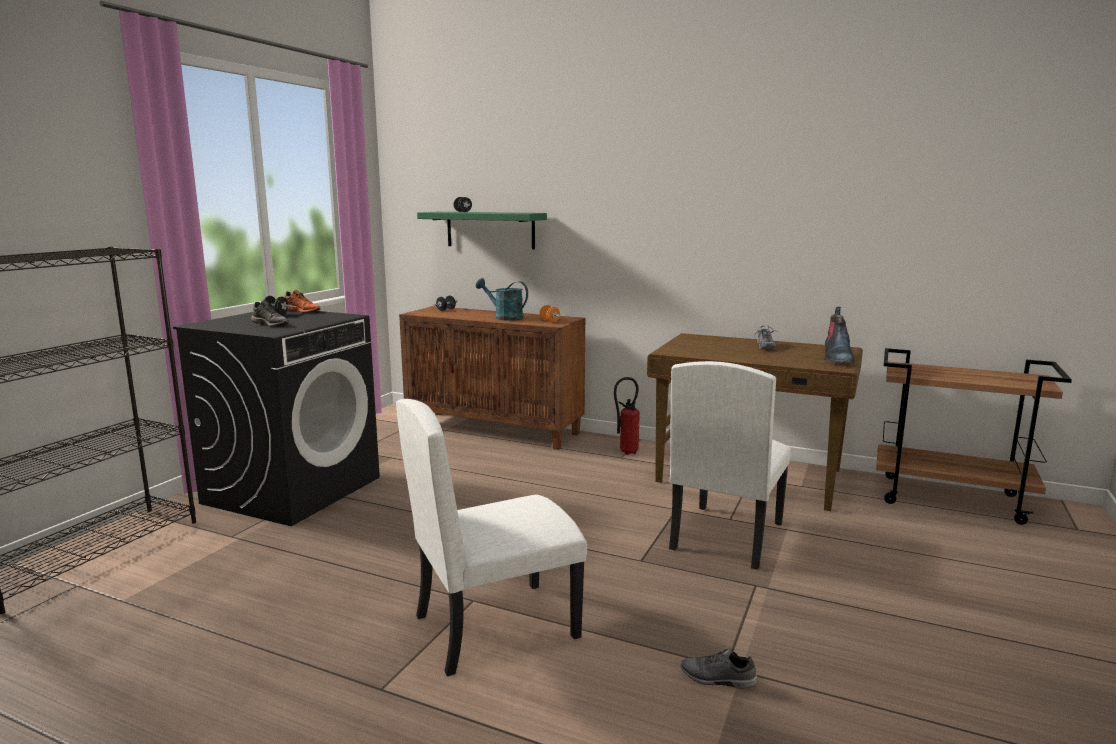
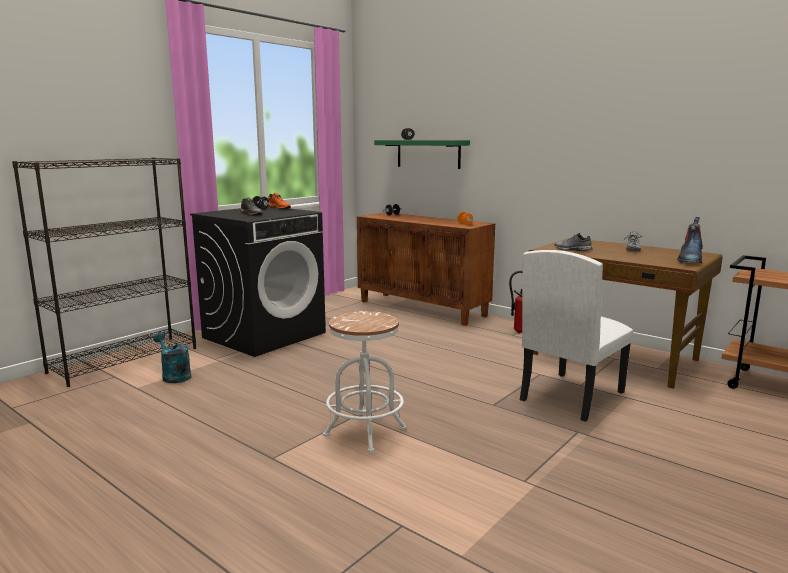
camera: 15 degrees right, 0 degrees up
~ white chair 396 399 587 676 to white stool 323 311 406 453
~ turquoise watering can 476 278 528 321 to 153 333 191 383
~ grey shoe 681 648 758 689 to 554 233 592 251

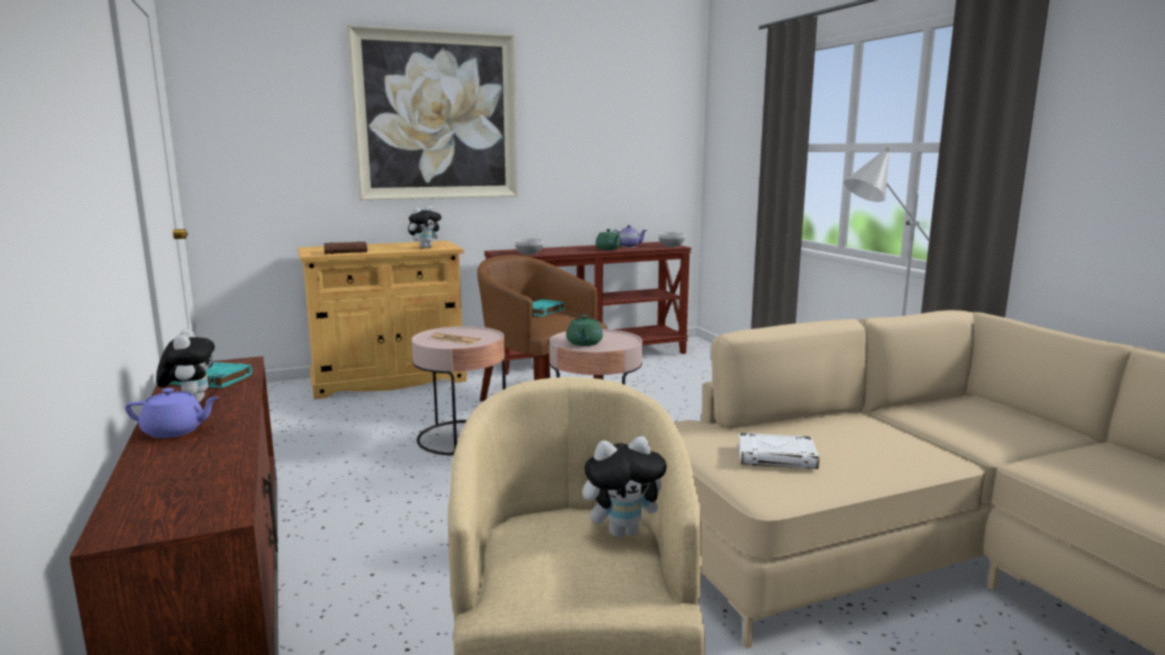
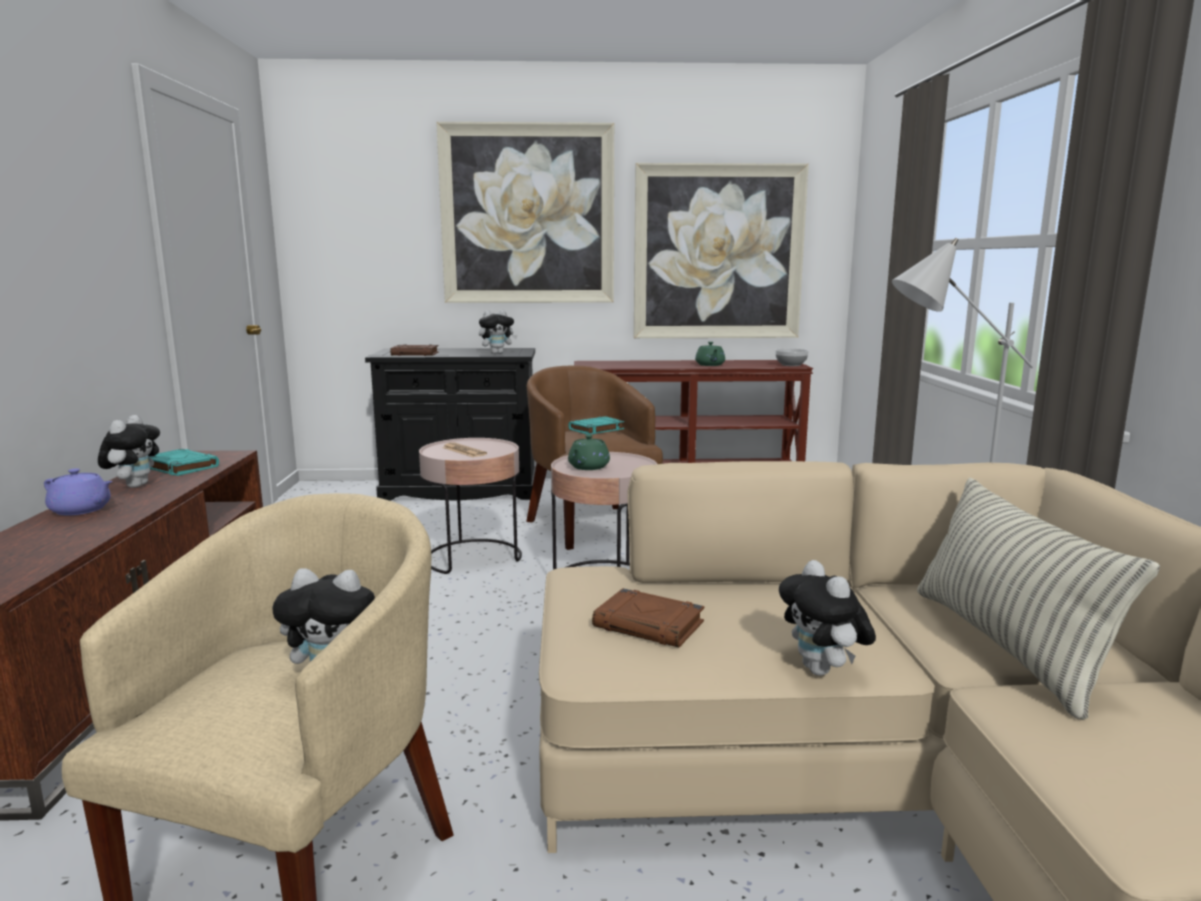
camera: 20 degrees right, 0 degrees up
~ beige cabinet 298 241 467 399 to black cabinet 365 348 536 501
- bowl 515 238 544 255
- teapot 612 225 647 247
~ white book 738 433 819 469 to brown book 592 588 704 647
+ picture 634 163 809 338
+ plush toy 779 560 876 676
+ pillow 917 477 1160 720

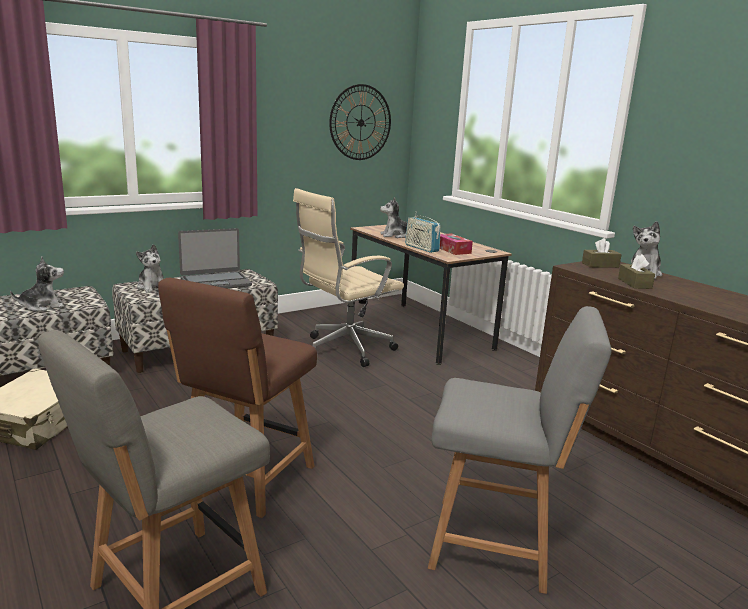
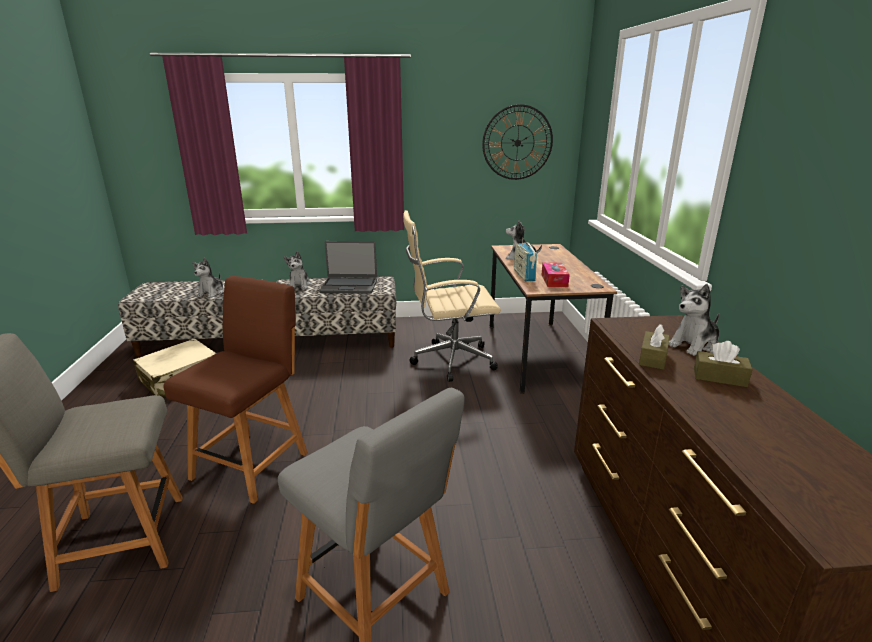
camera: 30 degrees right, 5 degrees up
~ plush toy 10 257 64 311 = 192 258 224 298 105 degrees clockwise
~ brown chair 158 278 317 518 = 163 276 308 504 150 degrees clockwise
~ brown tissue box 582 238 622 268 to 694 341 753 387

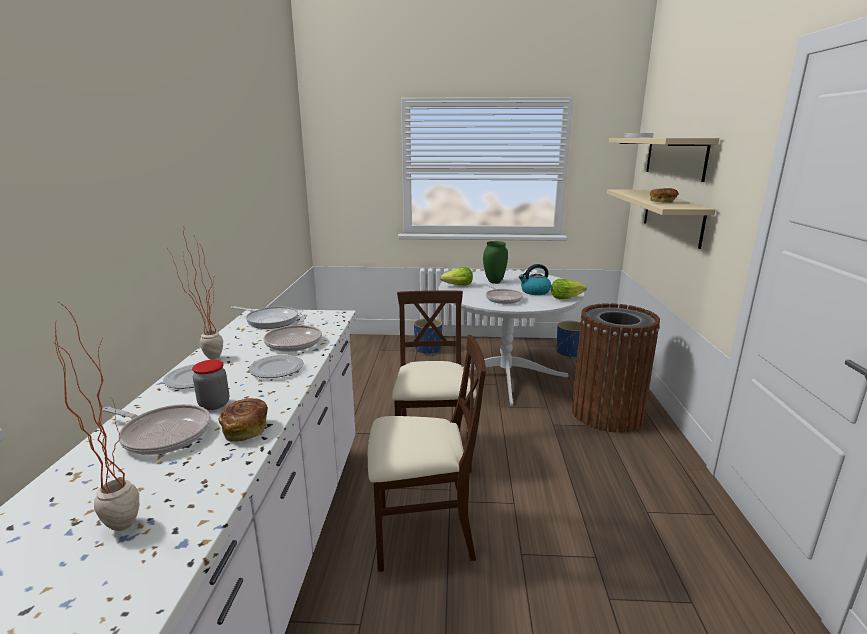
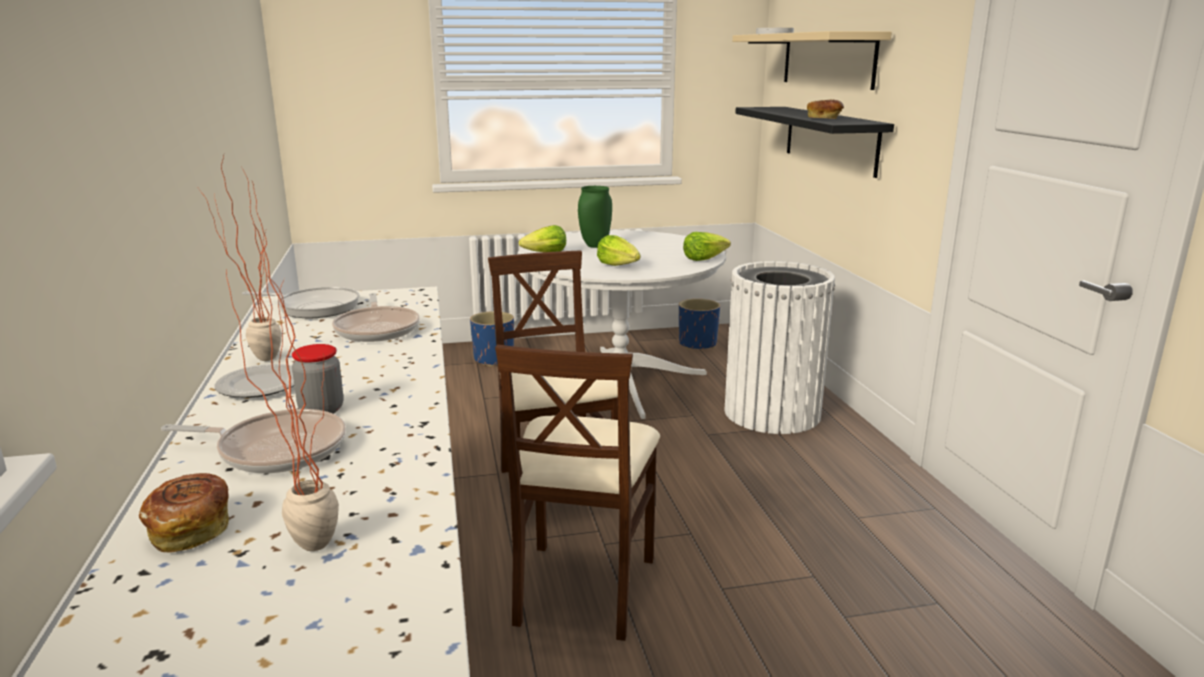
camera: 15 degrees left, 0 degrees up
~ bread 218 398 268 442 to 139 473 229 553
- plate 249 355 304 378
~ beige chair 368 335 486 572 = 495 344 660 641 120 degrees clockwise
~ frying pan 484 284 523 304 to lettuce 597 235 641 266
- kettle 519 264 551 295
~ brown trash can 572 303 660 433 to white trash can 724 261 835 434
~ beige shelf 607 189 716 249 to black shelf 735 107 894 178

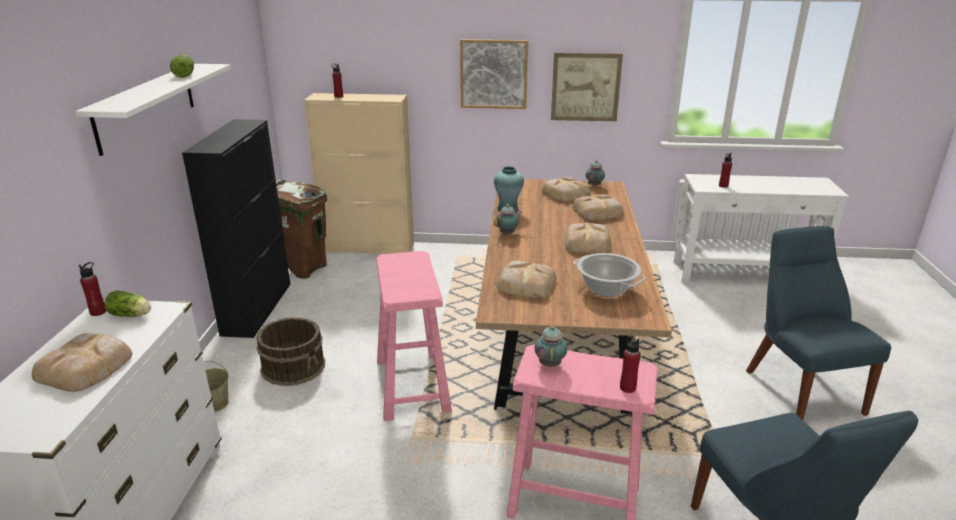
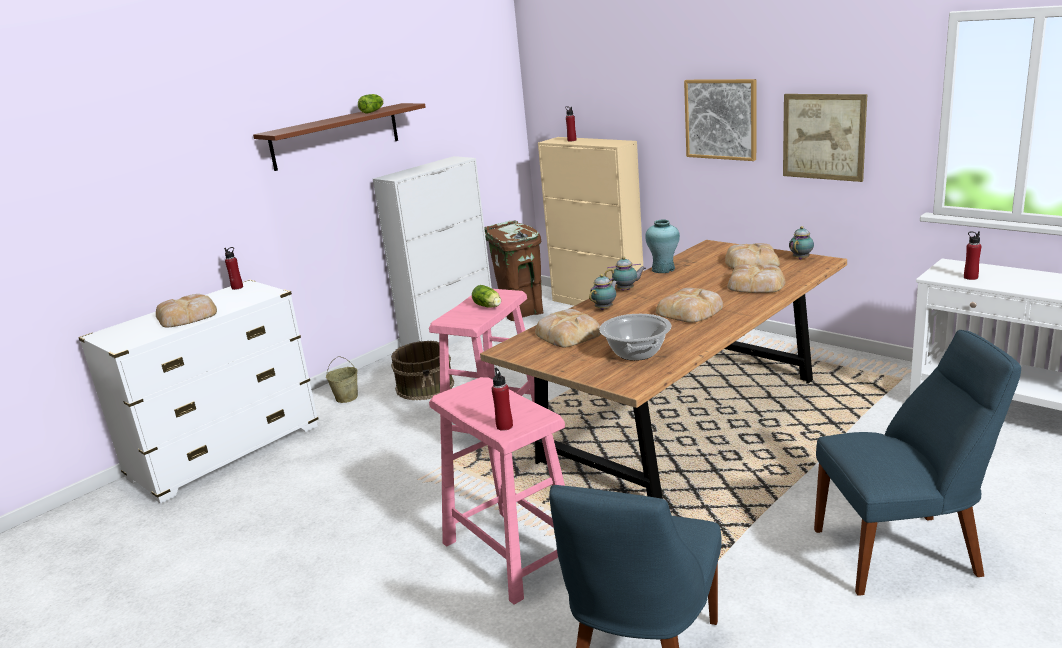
camera: 40 degrees right, 5 degrees down
~ white shelf 75 64 231 156 to brown shelf 253 103 426 171
~ lettuce 104 290 151 317 to 472 285 501 308
~ black cabinet 182 119 290 338 to white cabinet 373 156 492 347
~ teapot 535 325 567 367 to 589 274 617 310
~ blue chair 746 226 891 420 = 814 330 1021 596 60 degrees clockwise

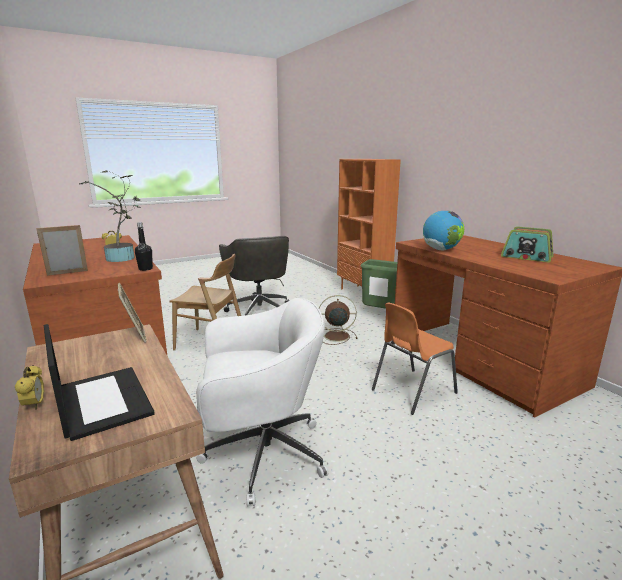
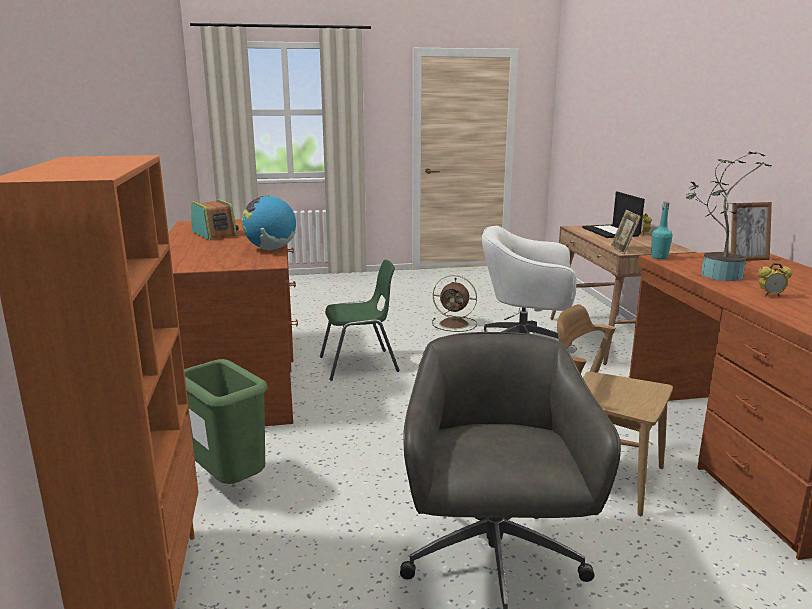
camera: 160 degrees left, 0 degrees up
~ black bottle 135 222 153 271 to turquoise bottle 651 202 673 259
~ brown fan 319 295 358 345 to 432 275 477 332
~ orange chair 372 302 458 415 to green chair 320 260 400 381

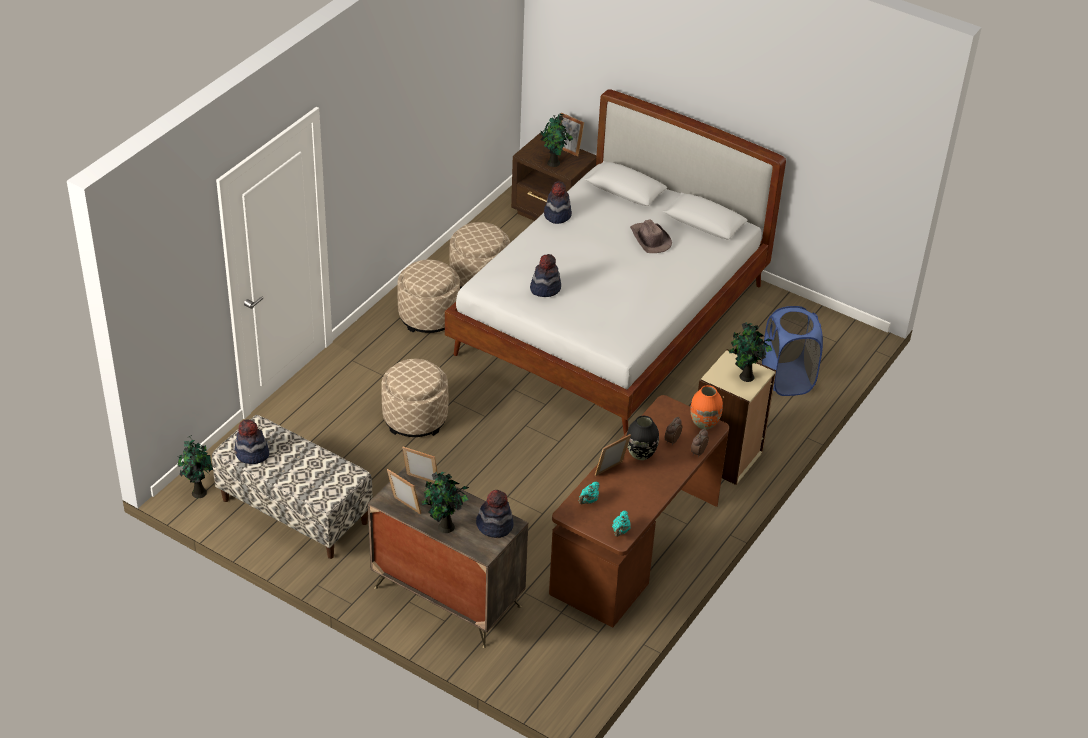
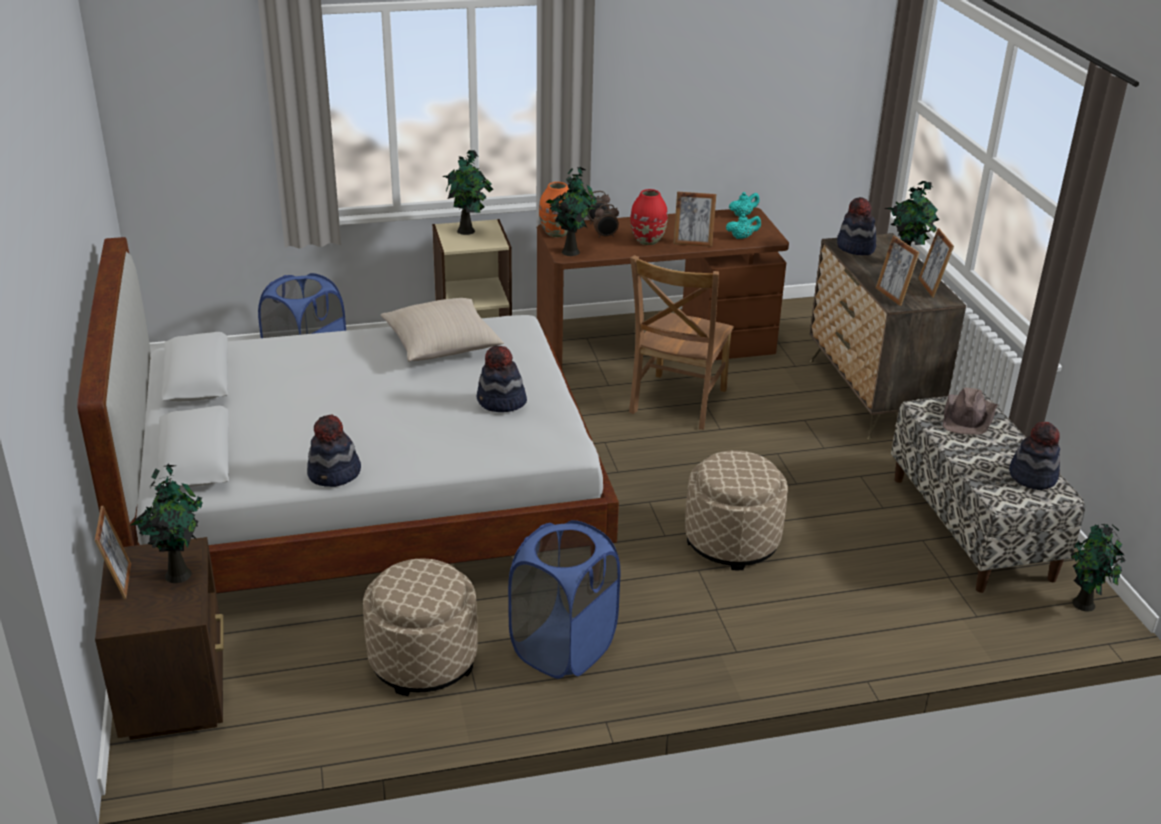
camera: 135 degrees left, 10 degrees down
~ beige ottoman 398 259 460 333 to blue laundry basket 508 520 620 679
~ black vase 627 416 659 460 to red vase 630 189 668 245
~ brown hat 630 219 672 253 to 943 388 998 435
+ beige pillow 381 298 504 361
+ potted plant 546 167 597 256
+ brown chair 629 255 734 430

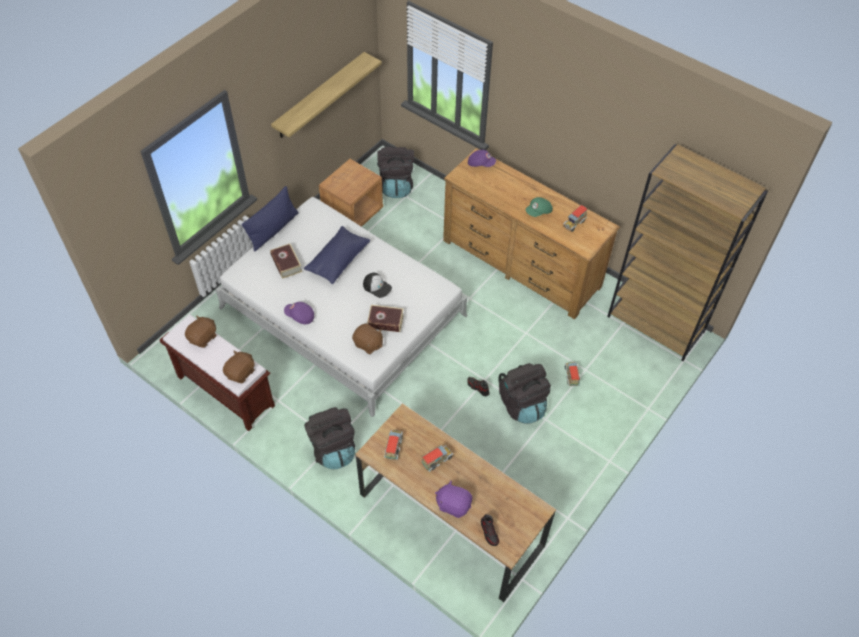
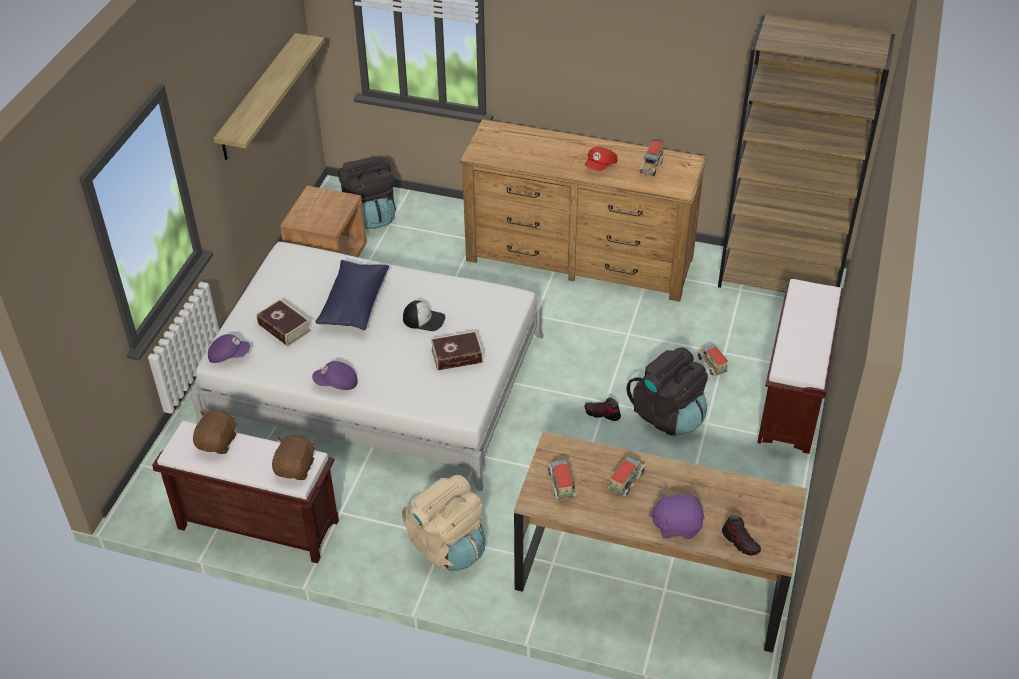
camera: 20 degrees left, 10 degrees down
- blue pillow 241 186 299 251
~ black backpack 304 407 355 469 to beige backpack 402 475 485 571
- brown plush toy 352 324 383 354
~ purple cap 468 150 496 167 to 208 334 250 363
~ green cap 526 197 553 217 to red cap 585 147 618 171
+ brown bench 757 279 844 454

